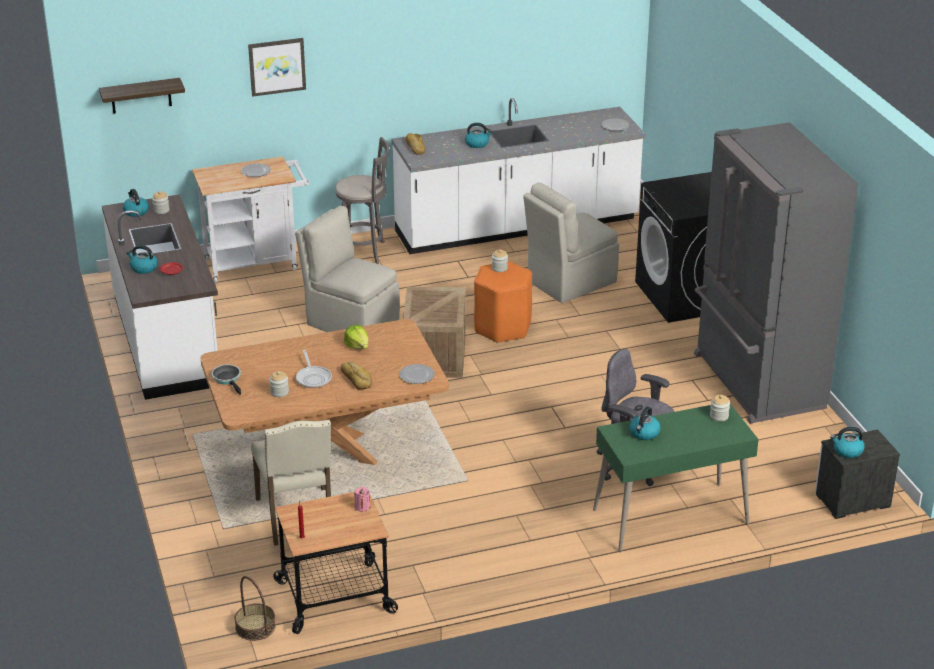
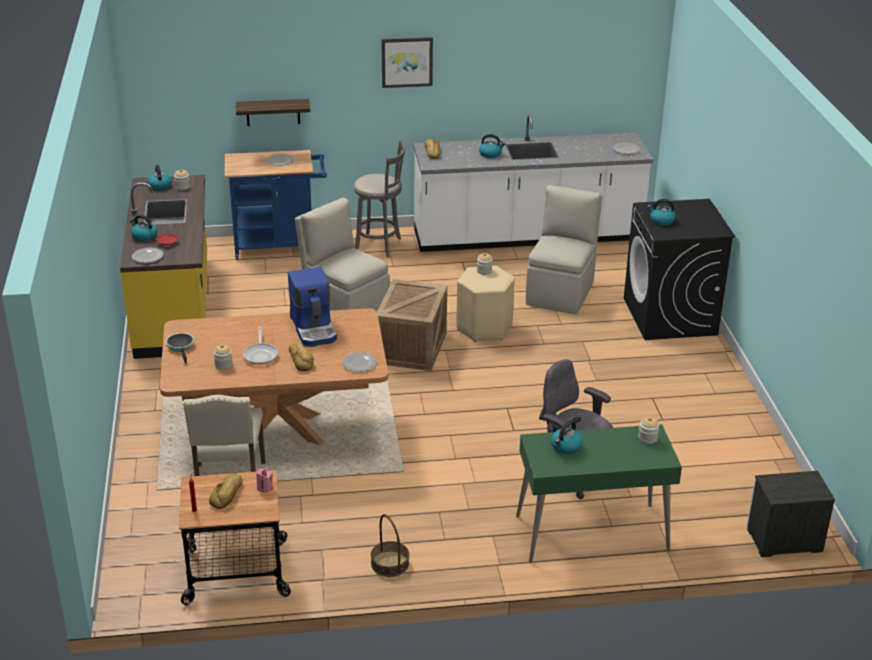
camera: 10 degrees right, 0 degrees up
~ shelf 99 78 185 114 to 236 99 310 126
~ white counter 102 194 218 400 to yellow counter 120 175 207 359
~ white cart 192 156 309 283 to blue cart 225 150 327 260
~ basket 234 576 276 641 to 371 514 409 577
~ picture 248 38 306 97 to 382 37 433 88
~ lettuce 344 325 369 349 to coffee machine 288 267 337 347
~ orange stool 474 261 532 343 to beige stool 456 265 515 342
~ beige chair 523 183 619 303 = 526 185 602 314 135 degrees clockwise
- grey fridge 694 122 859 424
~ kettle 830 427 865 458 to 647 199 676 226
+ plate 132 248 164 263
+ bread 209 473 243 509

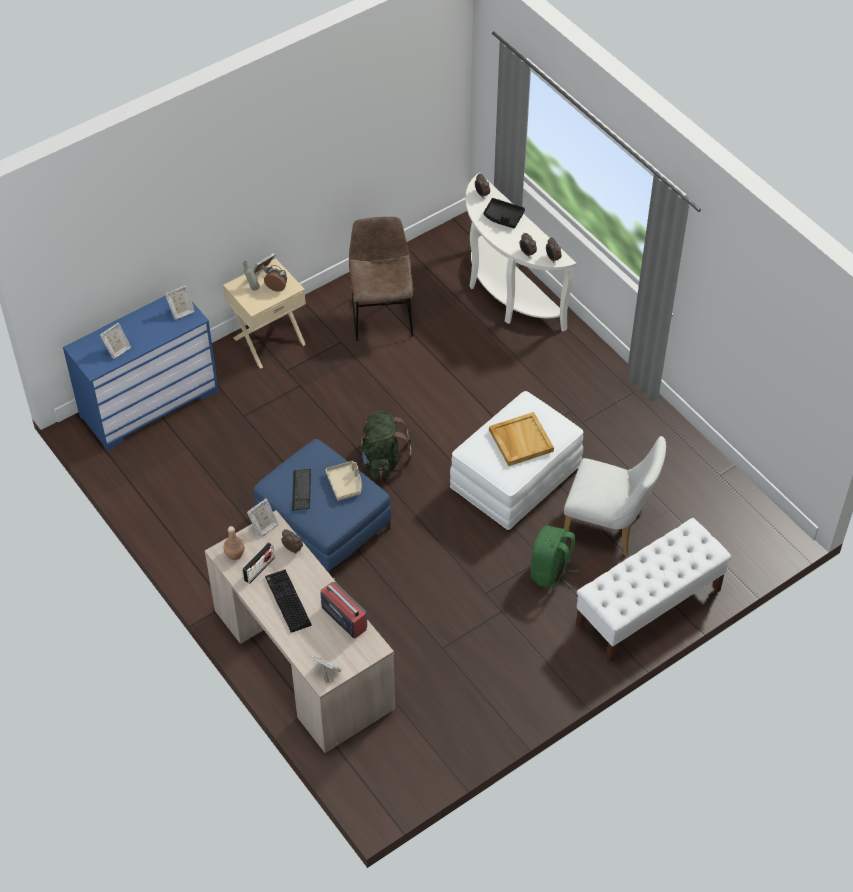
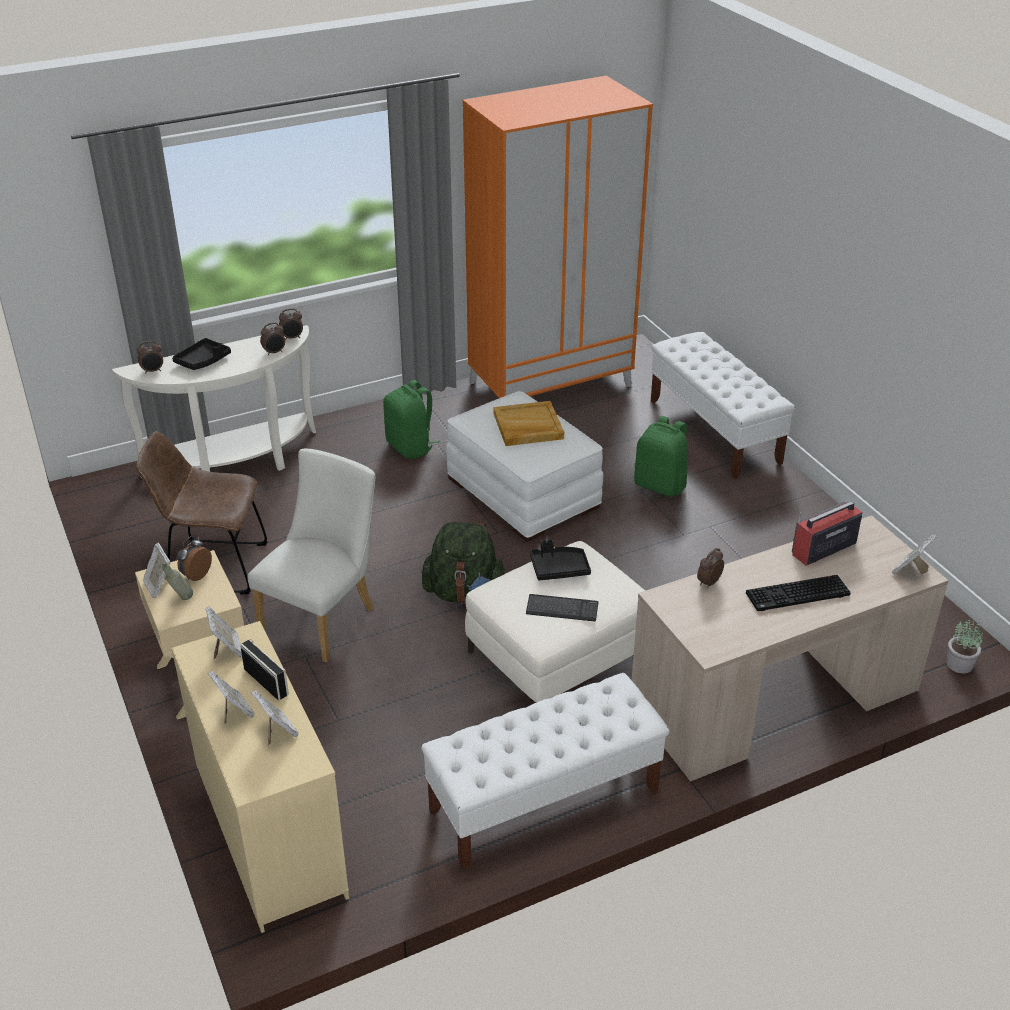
camera: 80 degrees left, 15 degrees down
~ blue dresser 63 296 218 451 to beige dresser 172 621 349 933
- brown bottle 223 526 245 560
~ radio 242 542 275 584 to 241 639 289 700
~ picture frame 247 499 279 537 to 208 671 255 725
~ blue ottoman 253 439 392 575 to white ottoman 465 541 645 703
~ beige tray 325 461 362 501 to black tray 530 539 591 581
~ white chair 564 436 666 556 to 247 449 375 662
+ green backpack 383 380 440 459
+ white bench 421 673 669 870
+ orange wardrobe 462 76 653 398
+ potted plant 946 618 983 673

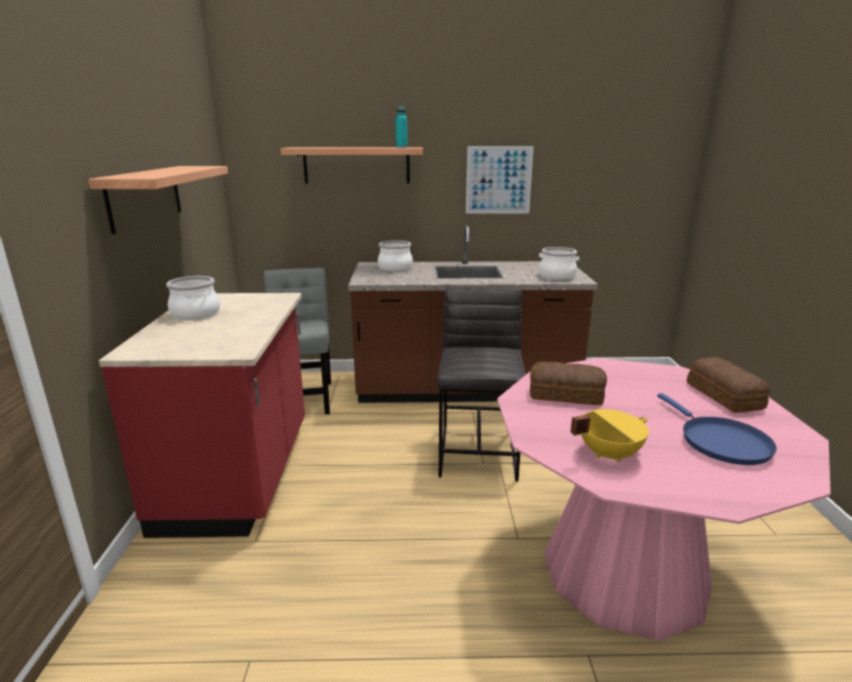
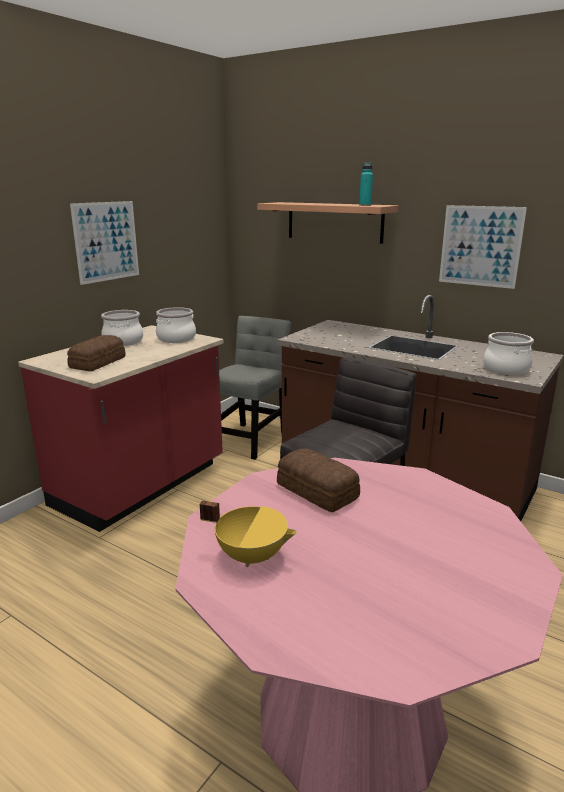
camera: 35 degrees right, 0 degrees up
~ shelf 88 166 228 234 to picture 70 201 139 285
~ cooking pot 378 240 413 271 to 156 307 196 343
- blue frying pan 657 393 777 465
~ bread 687 357 770 413 to 67 335 126 371

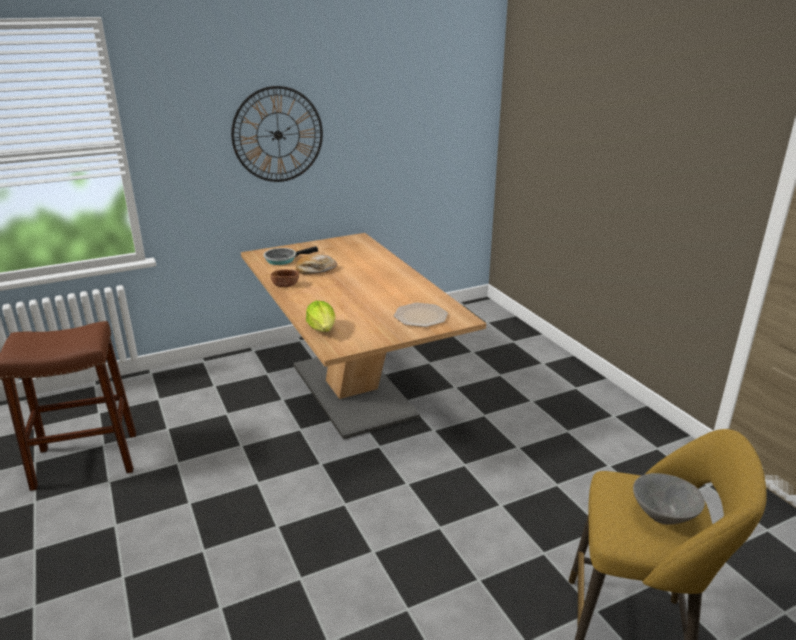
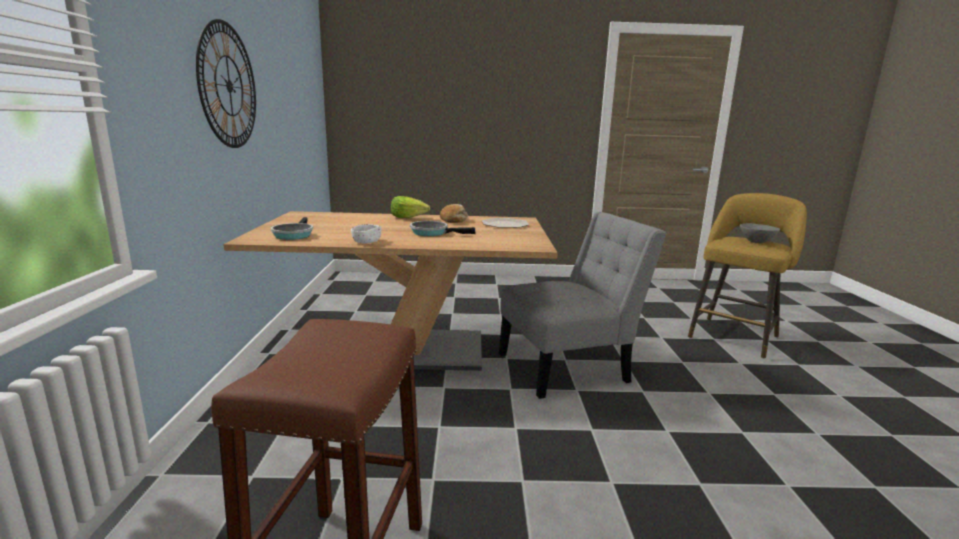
camera: 65 degrees left, 10 degrees down
~ brown bowl 271 269 299 287 to white bowl 351 224 381 243
~ bread 296 254 337 275 to 440 204 468 223
~ lettuce 306 301 336 332 to 391 196 430 218
+ frying pan 410 221 476 236
+ grey chair 499 212 667 399

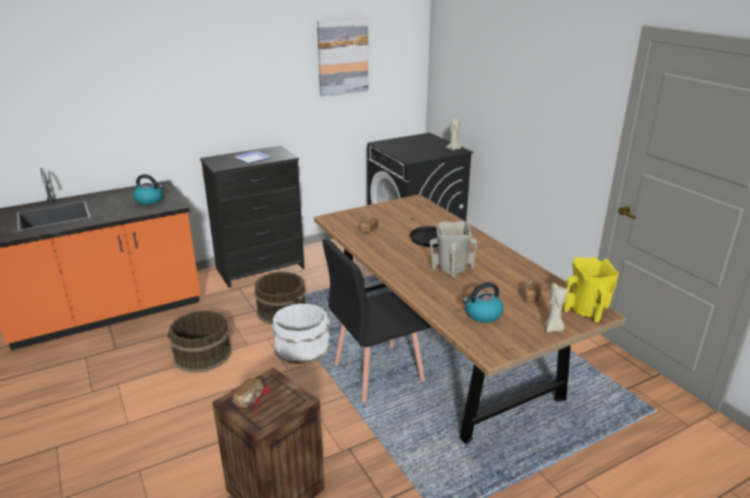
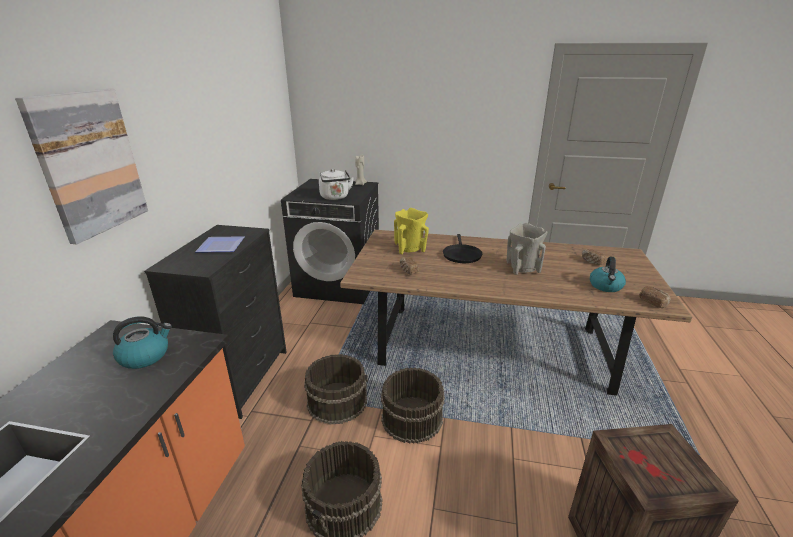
camera: 50 degrees left, 0 degrees up
~ bread 233 378 264 408 to 639 286 671 308
~ white bucket 272 303 330 364 to brown bucket 381 368 445 443
~ picture 317 18 368 96 to 15 89 148 244
- black chair 322 239 432 402
- beige candle 544 283 567 333
~ yellow vase 563 257 619 323 to 394 208 429 255
+ white kettle 319 169 354 200

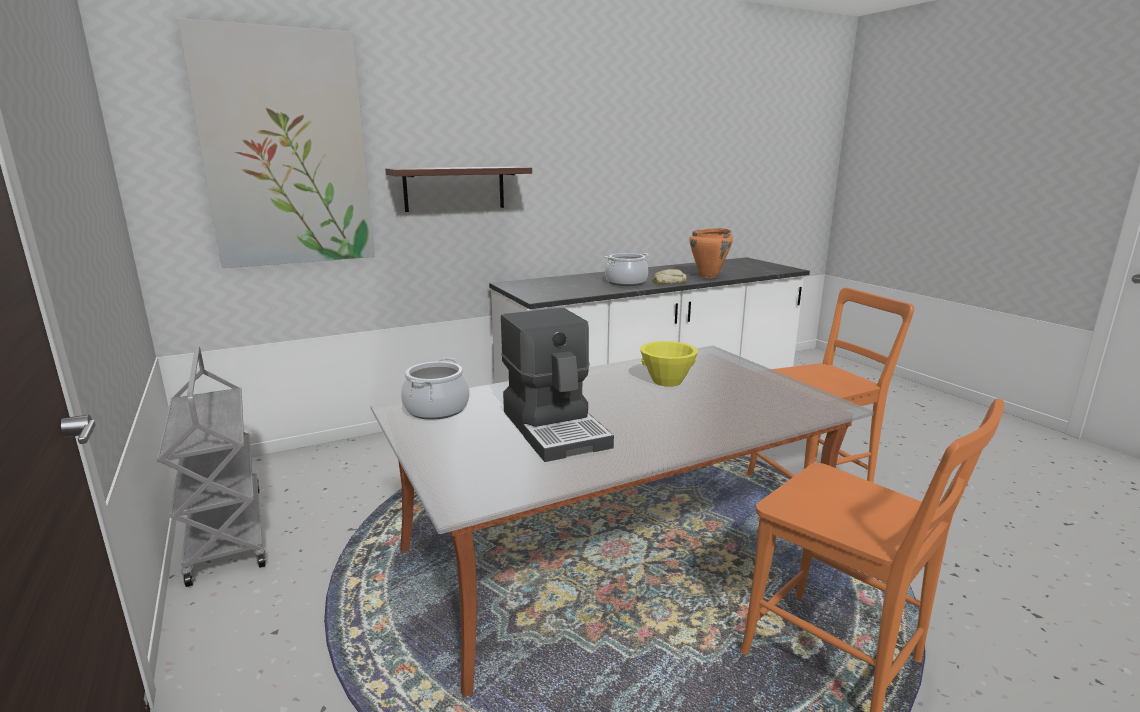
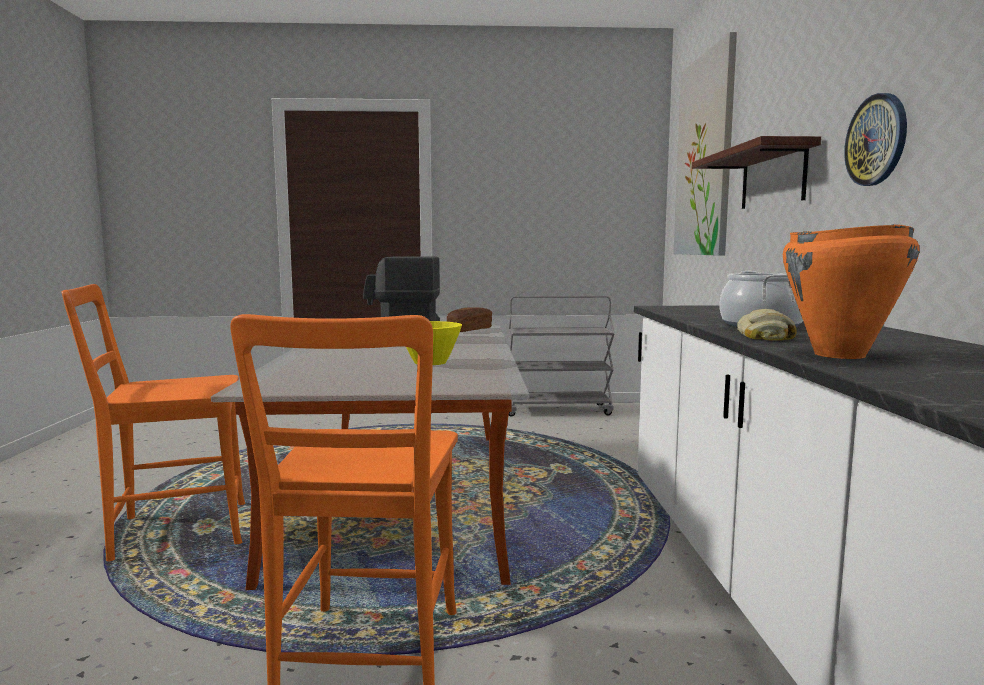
camera: 115 degrees right, 10 degrees down
~ cooking pot 401 358 470 420 to bread 447 307 492 332
+ wall clock 844 93 907 186

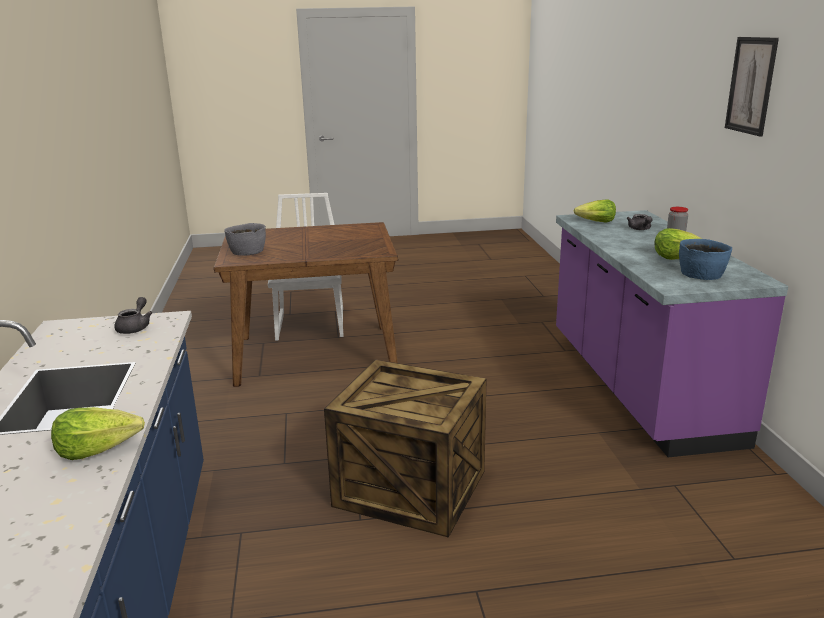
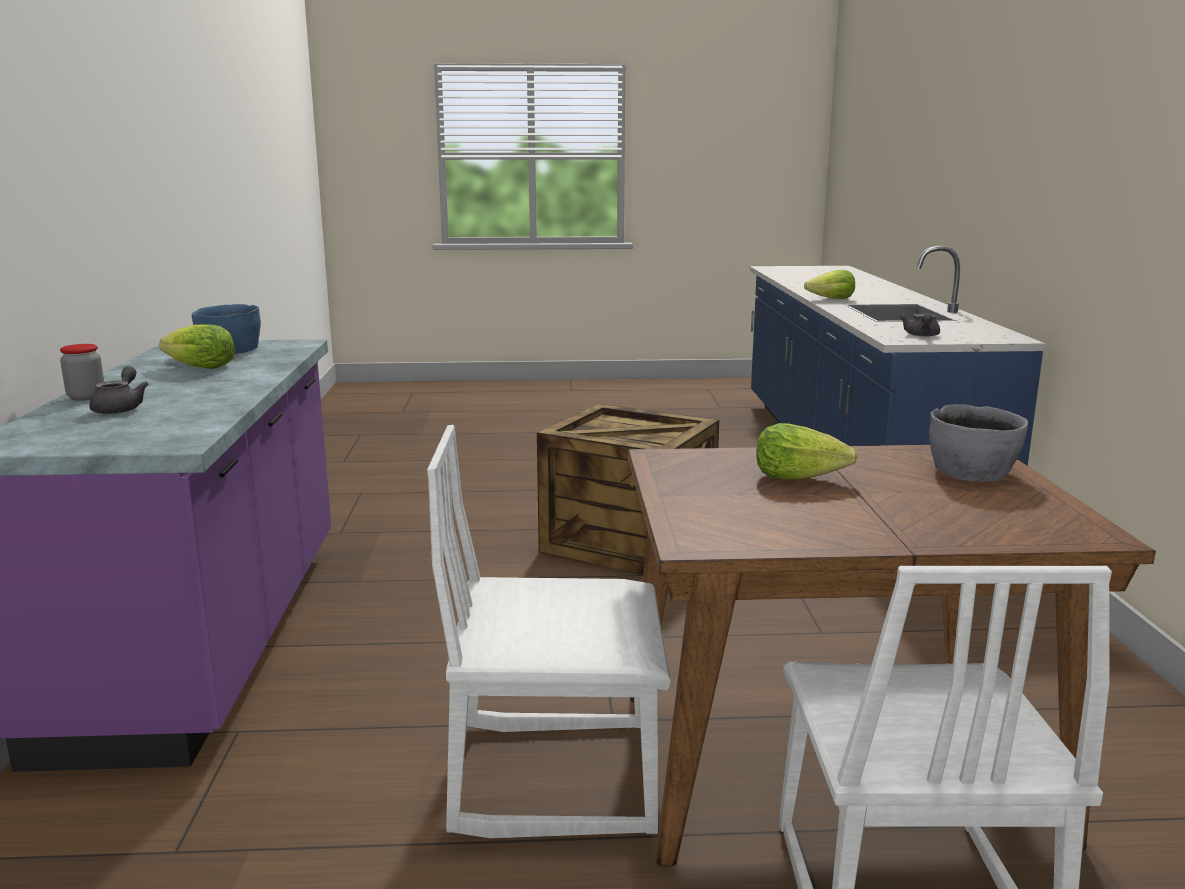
camera: 175 degrees left, 5 degrees down
~ lettuce 574 200 616 223 to 756 423 858 480
- picture 725 37 779 137
+ white chair 427 425 671 838

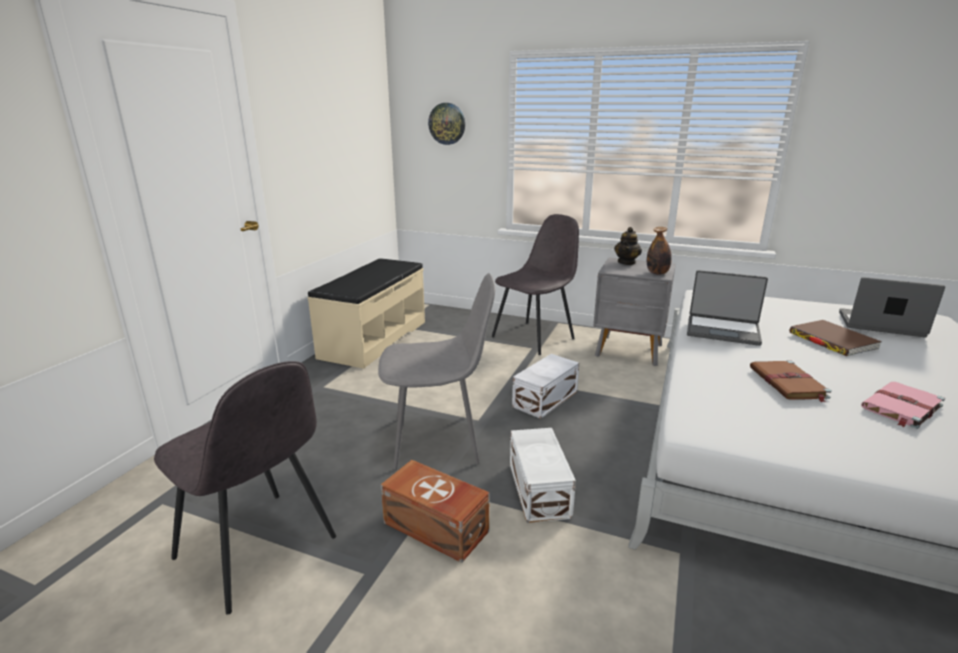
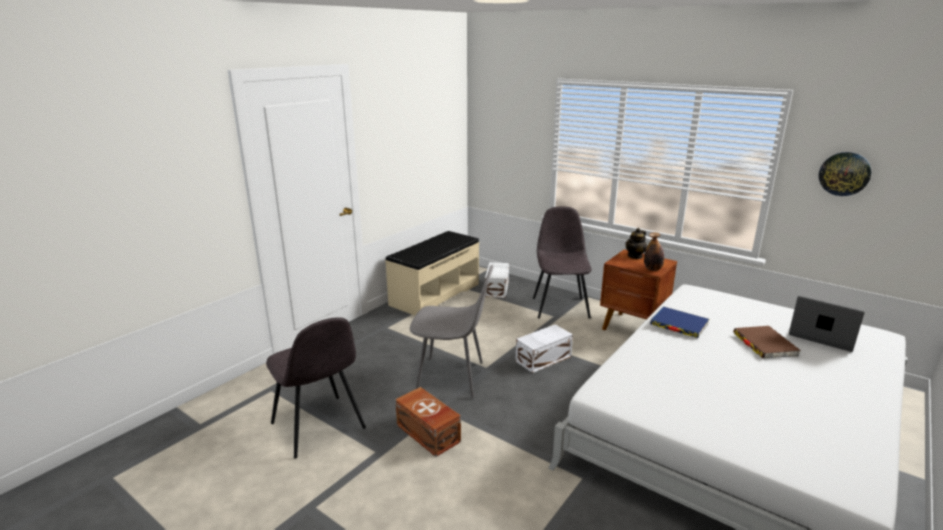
camera: 15 degrees right, 0 degrees up
~ wall clock 428 103 465 145 to 819 152 871 196
~ grey chair 492 214 579 355 = 533 207 592 319 60 degrees counterclockwise
~ white storage box 510 428 576 523 to 485 262 509 298
~ grey nightstand 594 257 676 366 to brown nightstand 600 249 677 330
~ laptop 687 270 768 346 to blue book 650 307 709 338
- brown book 750 360 832 402
- pink book 861 382 945 429

